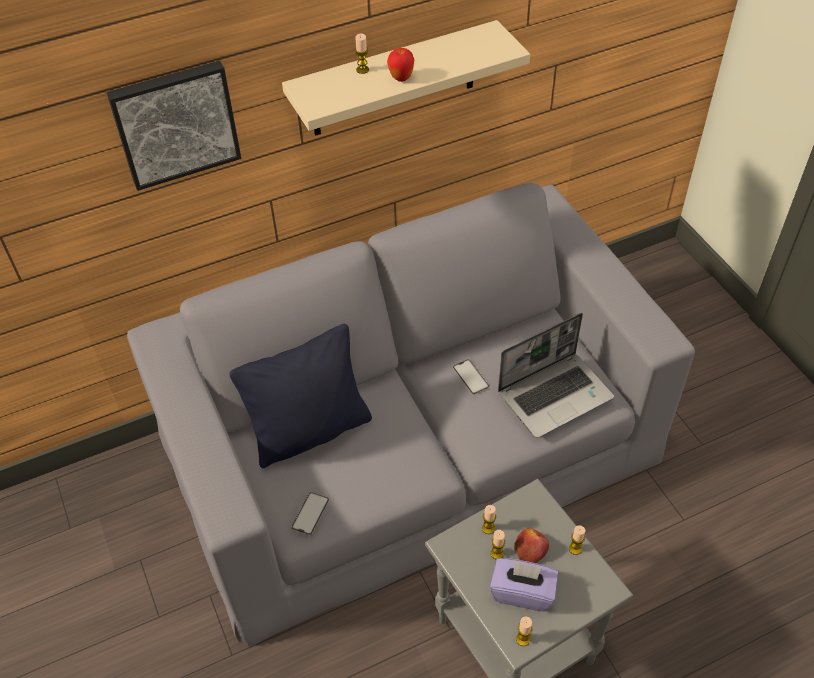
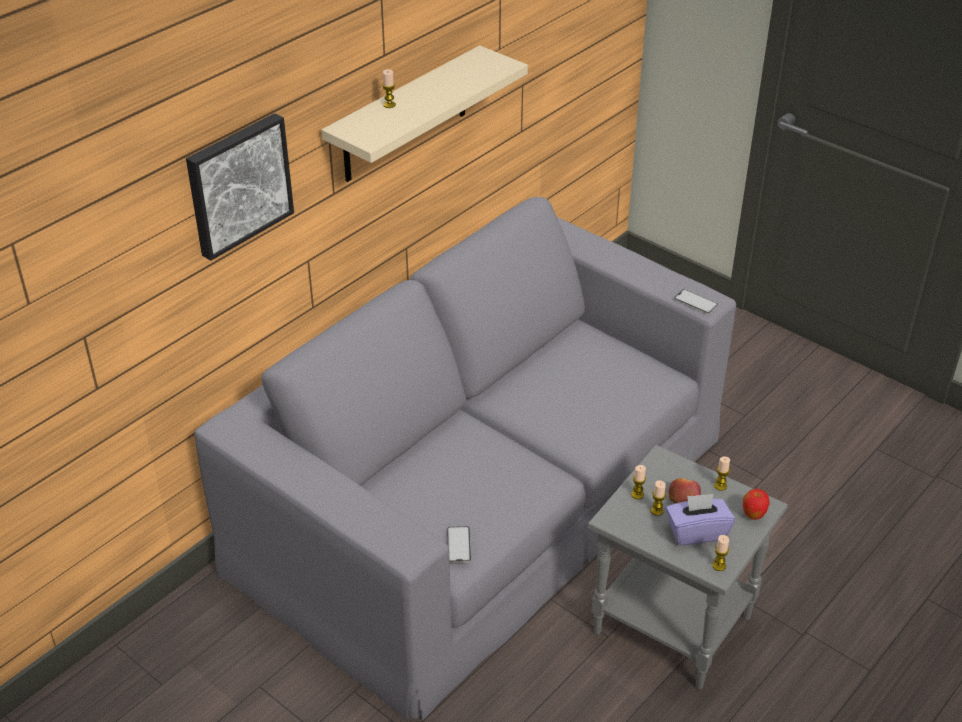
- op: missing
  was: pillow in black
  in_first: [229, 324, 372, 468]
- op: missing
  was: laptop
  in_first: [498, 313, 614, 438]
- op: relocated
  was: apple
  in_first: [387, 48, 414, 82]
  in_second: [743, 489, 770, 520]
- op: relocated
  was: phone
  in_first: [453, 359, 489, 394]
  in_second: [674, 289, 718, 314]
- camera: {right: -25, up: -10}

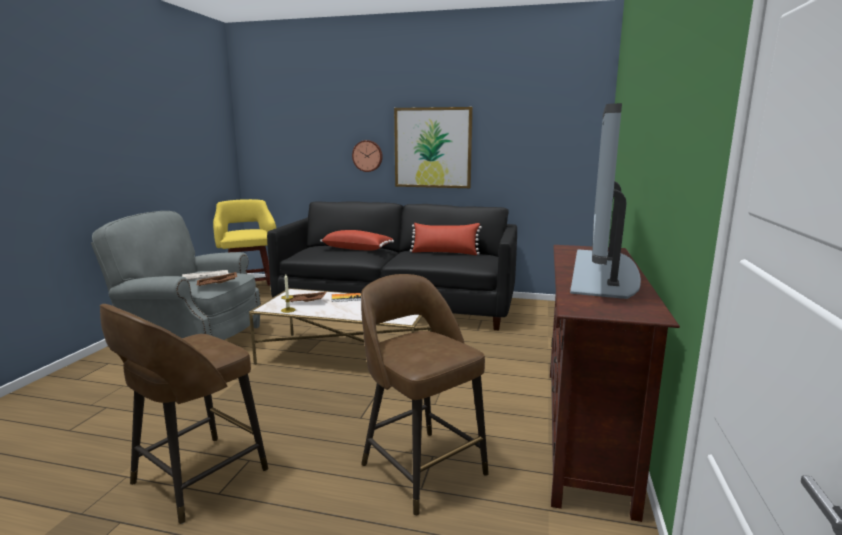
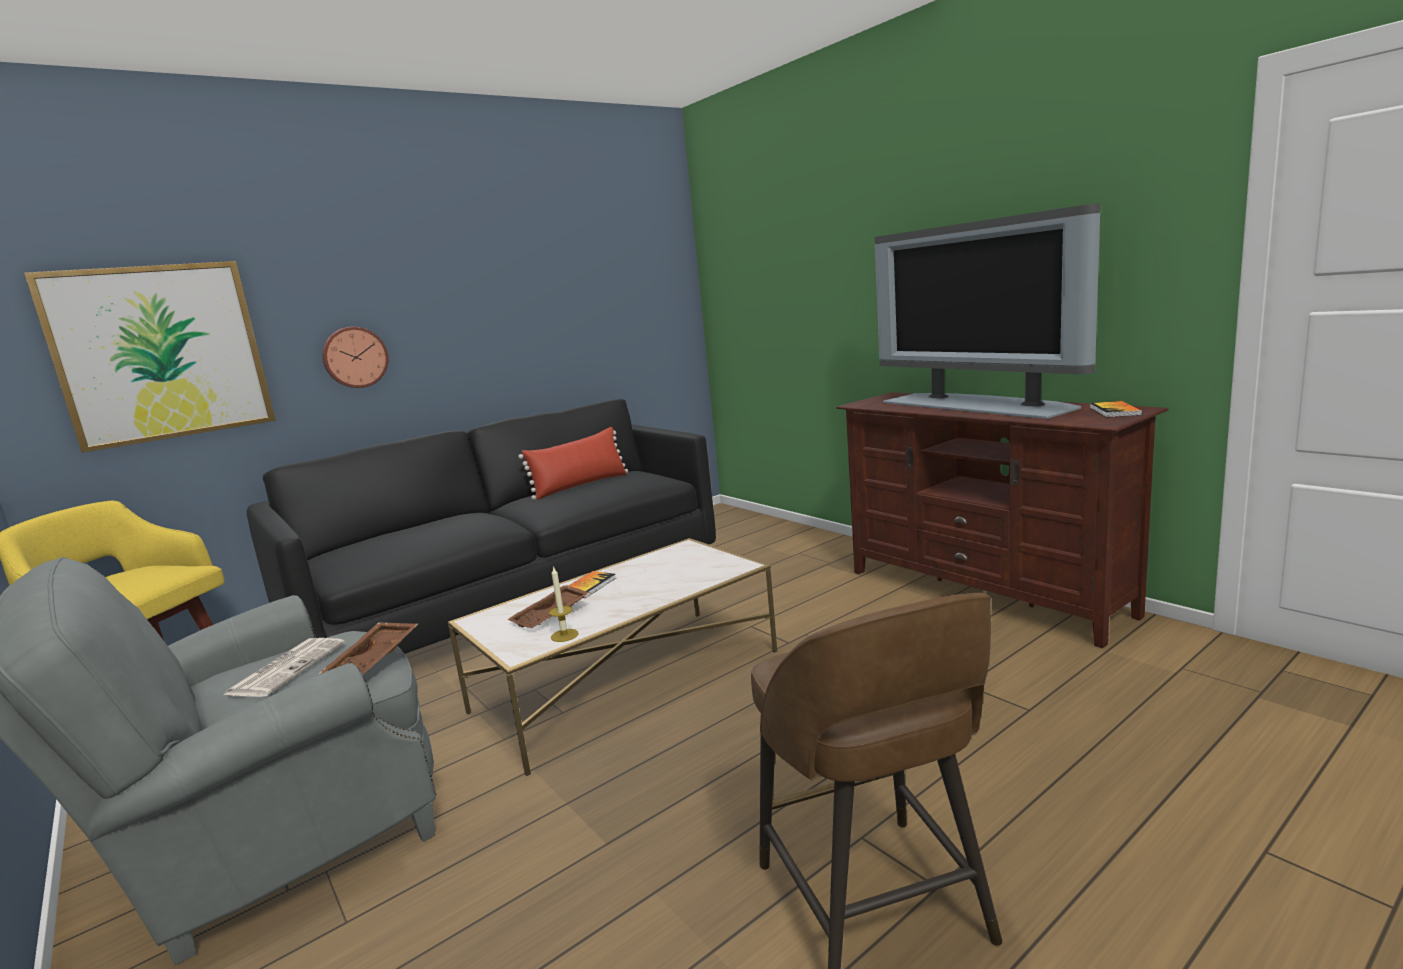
- op: missing
  was: pillow in red
  in_first: [320, 230, 394, 251]
- op: missing
  was: stool in brown
  in_first: [361, 274, 489, 516]
- op: appeared
  now: book
  in_second: [1090, 401, 1143, 417]
- op: relocated
  was: picture
  in_first: [394, 107, 473, 188]
  in_second: [24, 261, 276, 453]
- camera: {right: -50, up: 0}

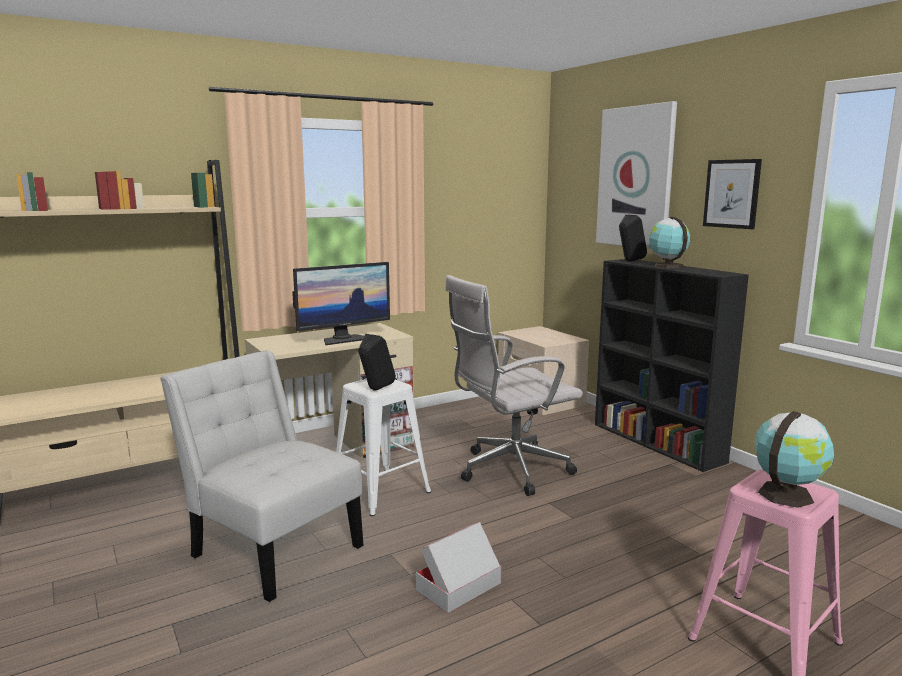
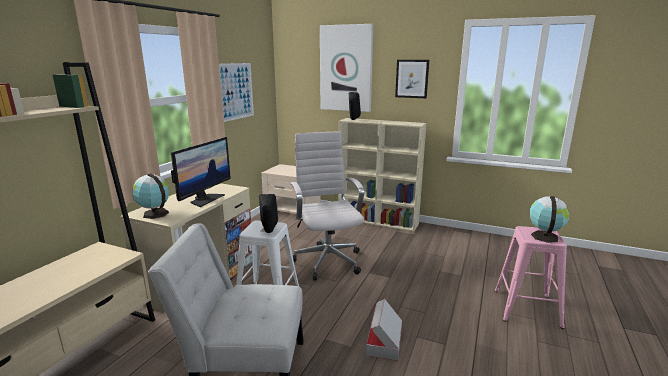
- op: appeared
  now: picture
  in_second: [219, 63, 254, 122]
- op: relocated
  was: globe
  in_first: [649, 217, 690, 268]
  in_second: [132, 173, 169, 219]
- op: colour
  was: bookcase in black
  now: bookcase in beige
  in_first: [595, 259, 749, 472]
  in_second: [338, 118, 426, 231]
- op: spun
  was: office chair in white
  in_first: [445, 275, 583, 496]
  in_second: [291, 131, 364, 281]
  clockwise: 135
- camera: {right: -35, up: 5}

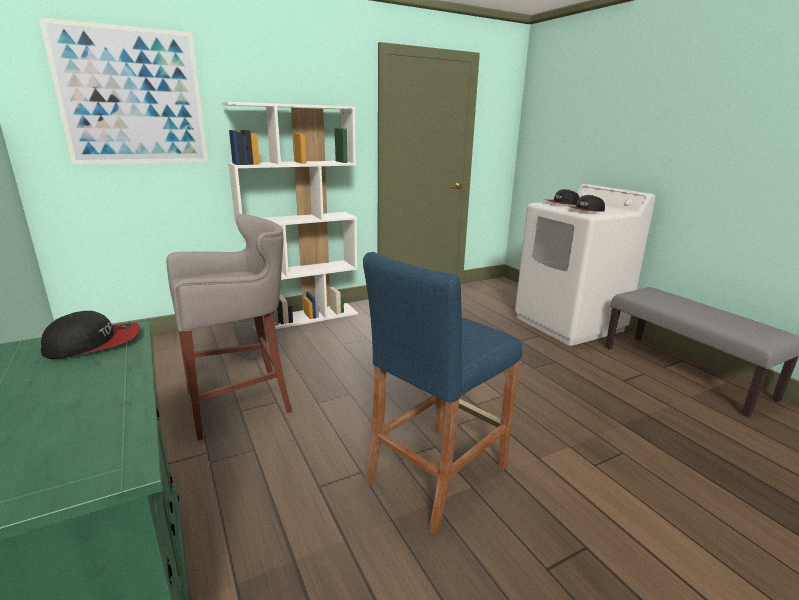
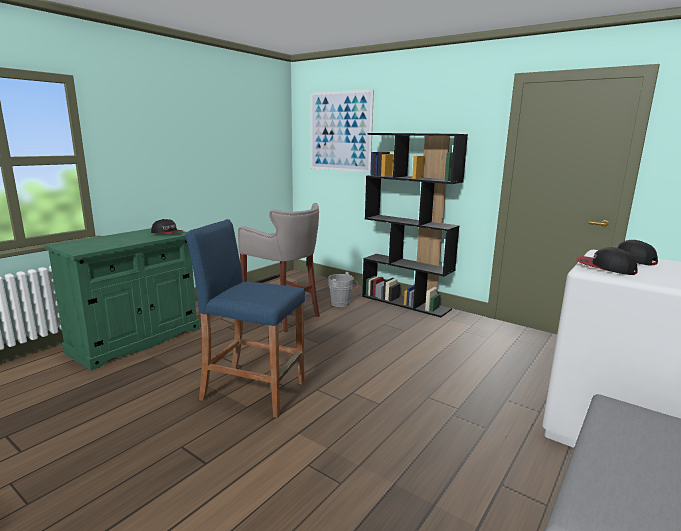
- op: colour
  was: bookcase in white
  now: bookcase in black
  in_first: [222, 102, 358, 329]
  in_second: [362, 133, 468, 317]
- camera: {right: 65, up: -5}

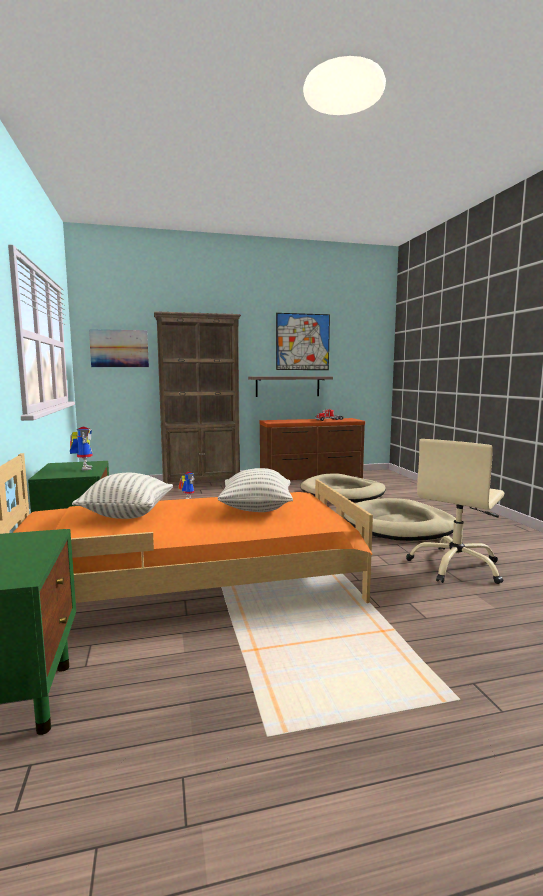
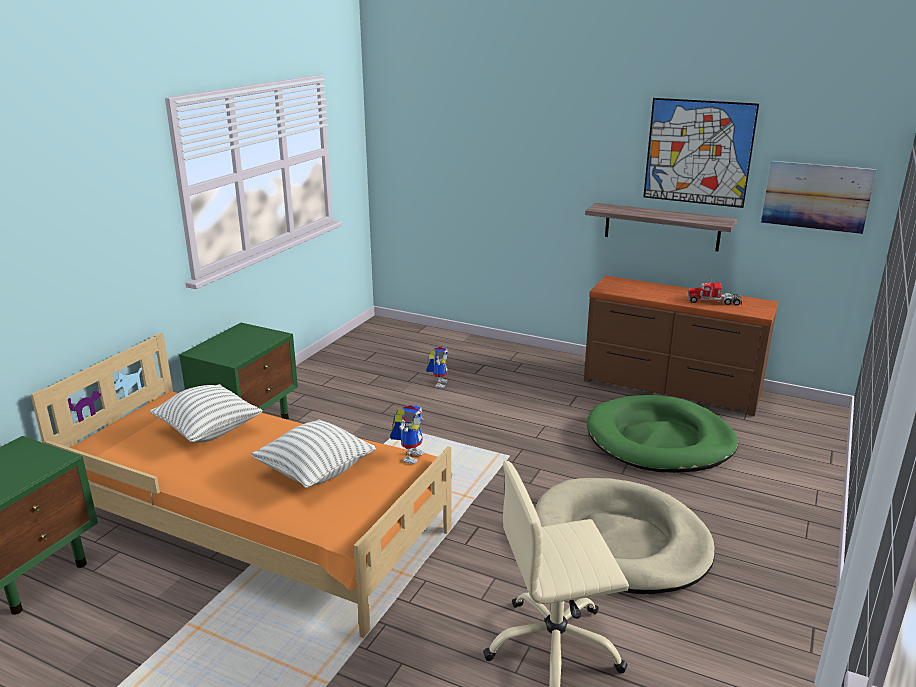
- op: missing
  was: bookcase in brown
  in_first: [154, 311, 241, 484]
- op: relocated
  was: toy robot
  in_first: [70, 426, 93, 470]
  in_second: [390, 405, 425, 464]
- op: relocated
  was: picture
  in_first: [89, 329, 149, 367]
  in_second: [761, 161, 877, 234]
- op: colour
  was: dog bed in beige
  now: dog bed in green
  in_first: [300, 473, 386, 502]
  in_second: [586, 395, 738, 473]
- camera: {right: 40, up: 15}

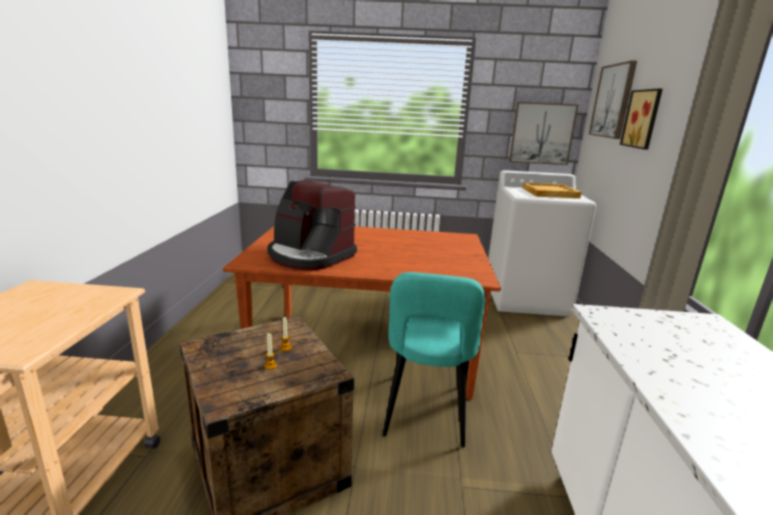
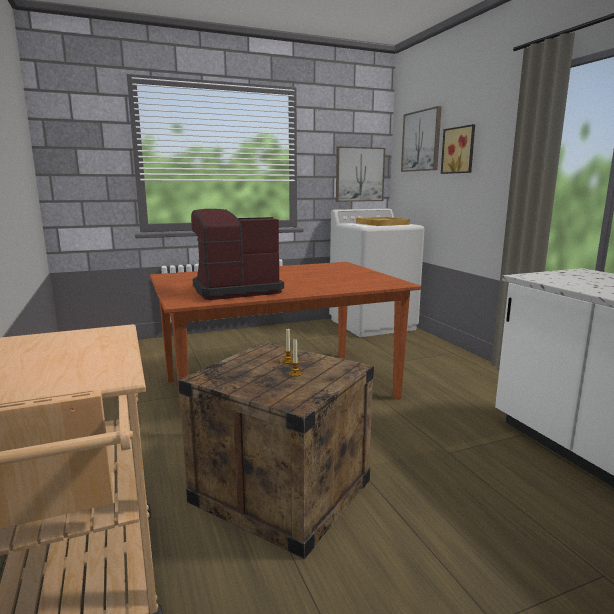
- op: missing
  was: chair in turquoise
  in_first: [383, 272, 485, 447]
- op: spun
  was: coffee machine
  in_first: [267, 180, 357, 270]
  in_second: [191, 209, 284, 300]
  clockwise: 150
- camera: {right: -25, up: -5}

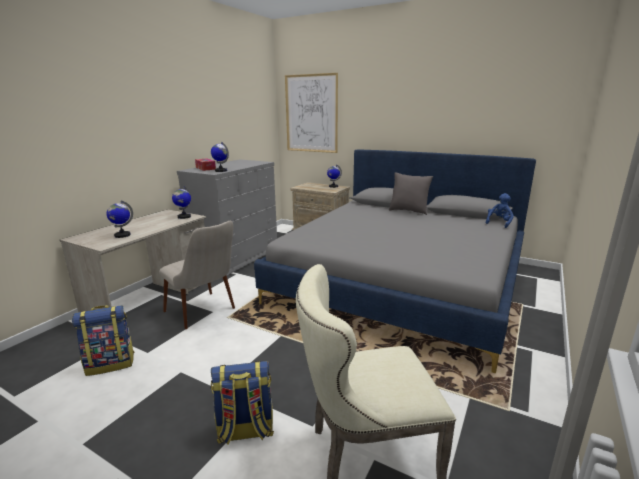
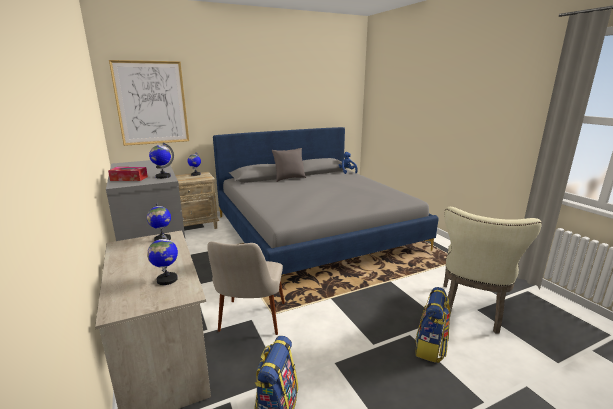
- op: spun
  was: chair in beige
  in_first: [159, 221, 235, 329]
  in_second: [207, 241, 285, 335]
  clockwise: 105
- camera: {right: -55, up: 0}

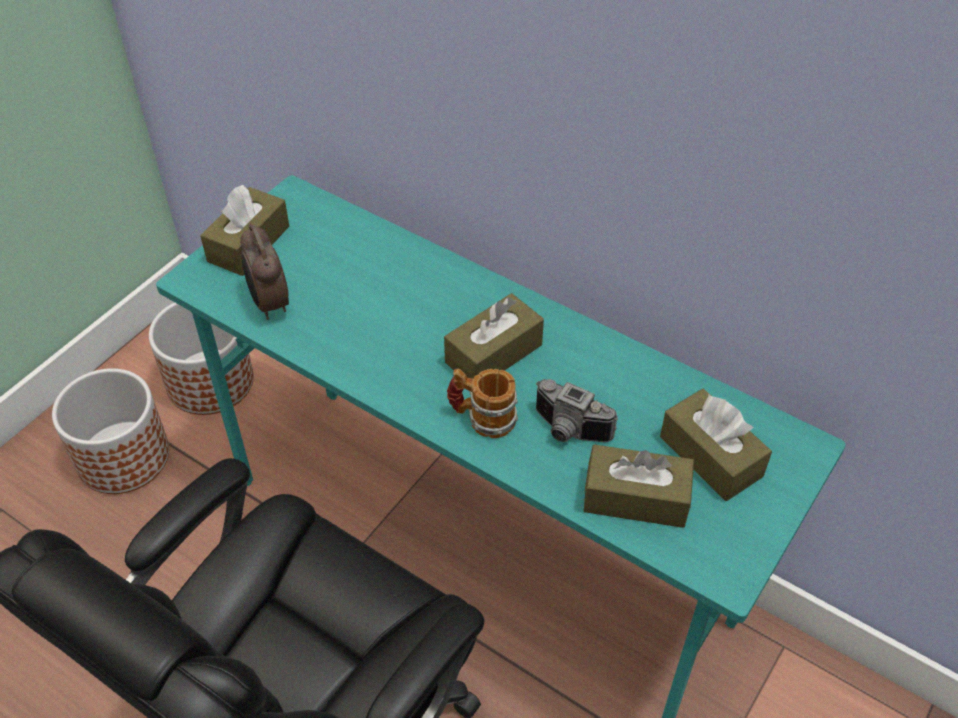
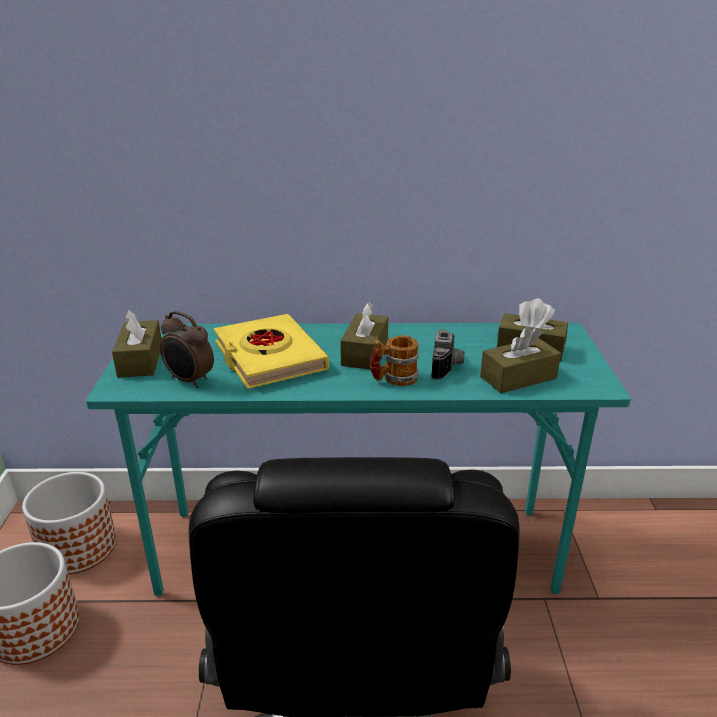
- op: appeared
  now: book in yellow
  in_second: [214, 314, 329, 389]
- op: spun
  was: photo camera
  in_first: [536, 379, 618, 442]
  in_second: [431, 329, 465, 380]
  clockwise: -75
- camera: {right: -35, up: -20}

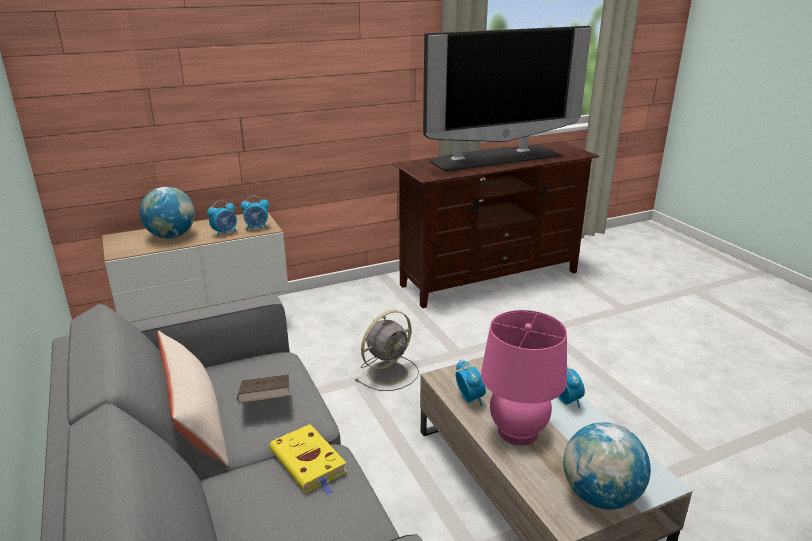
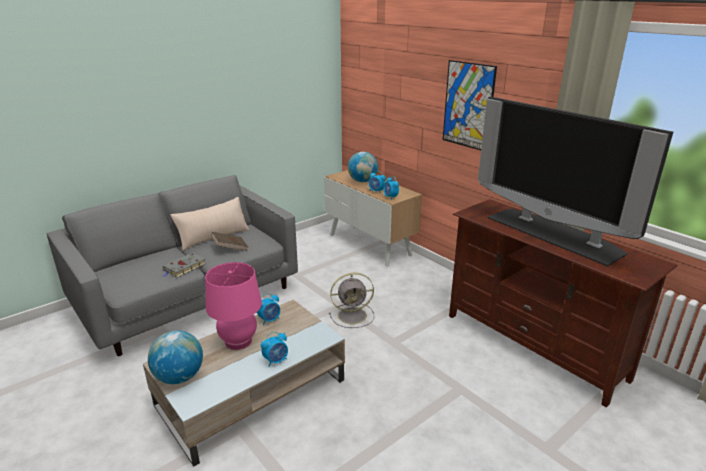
- op: appeared
  now: picture
  in_second: [443, 60, 497, 150]
- op: colour
  was: book in yellow
  now: book in grey
  in_first: [269, 424, 347, 495]
  in_second: [163, 253, 206, 277]
- op: spun
  was: fan in grey
  in_first: [355, 310, 419, 391]
  in_second: [329, 273, 374, 328]
  clockwise: -45
- camera: {right: 75, up: 0}

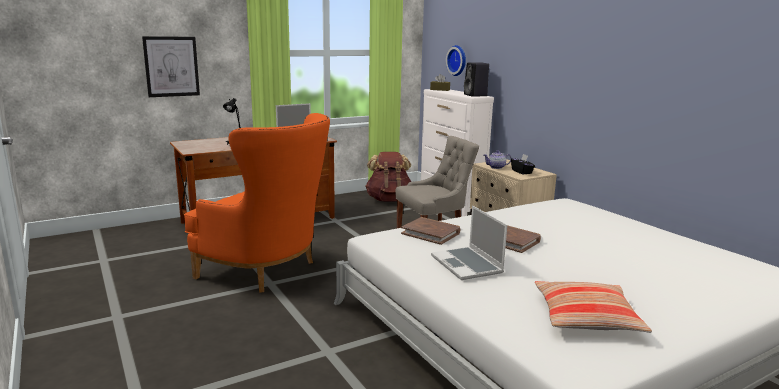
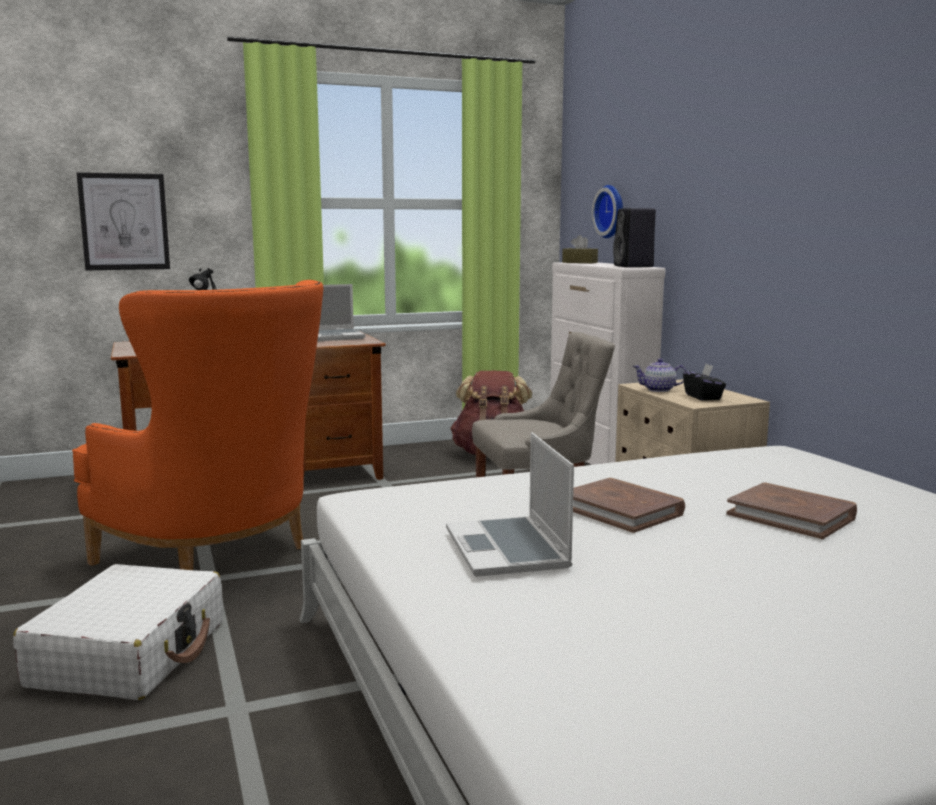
- op: missing
  was: pillow
  in_first: [535, 281, 652, 333]
- op: appeared
  now: suitcase in white
  in_second: [13, 564, 223, 700]
- op: relocated
  was: book in brown
  in_first: [401, 217, 460, 245]
  in_second: [726, 483, 857, 539]
- camera: {right: 10, up: -5}

